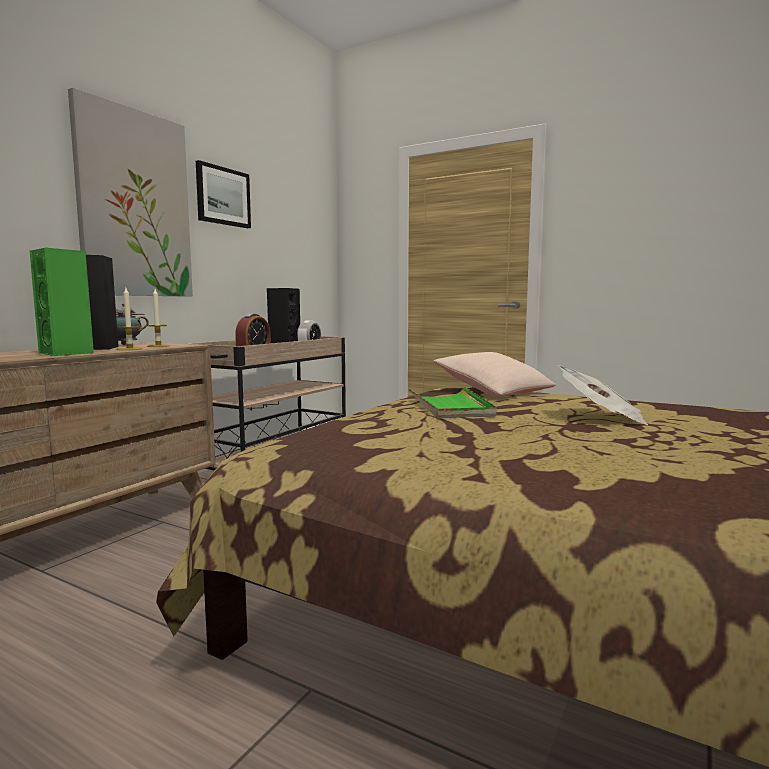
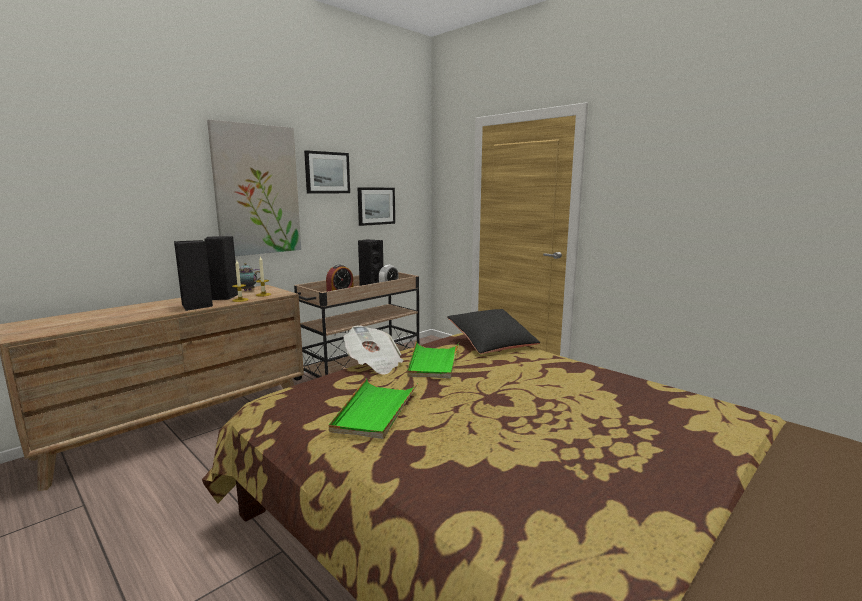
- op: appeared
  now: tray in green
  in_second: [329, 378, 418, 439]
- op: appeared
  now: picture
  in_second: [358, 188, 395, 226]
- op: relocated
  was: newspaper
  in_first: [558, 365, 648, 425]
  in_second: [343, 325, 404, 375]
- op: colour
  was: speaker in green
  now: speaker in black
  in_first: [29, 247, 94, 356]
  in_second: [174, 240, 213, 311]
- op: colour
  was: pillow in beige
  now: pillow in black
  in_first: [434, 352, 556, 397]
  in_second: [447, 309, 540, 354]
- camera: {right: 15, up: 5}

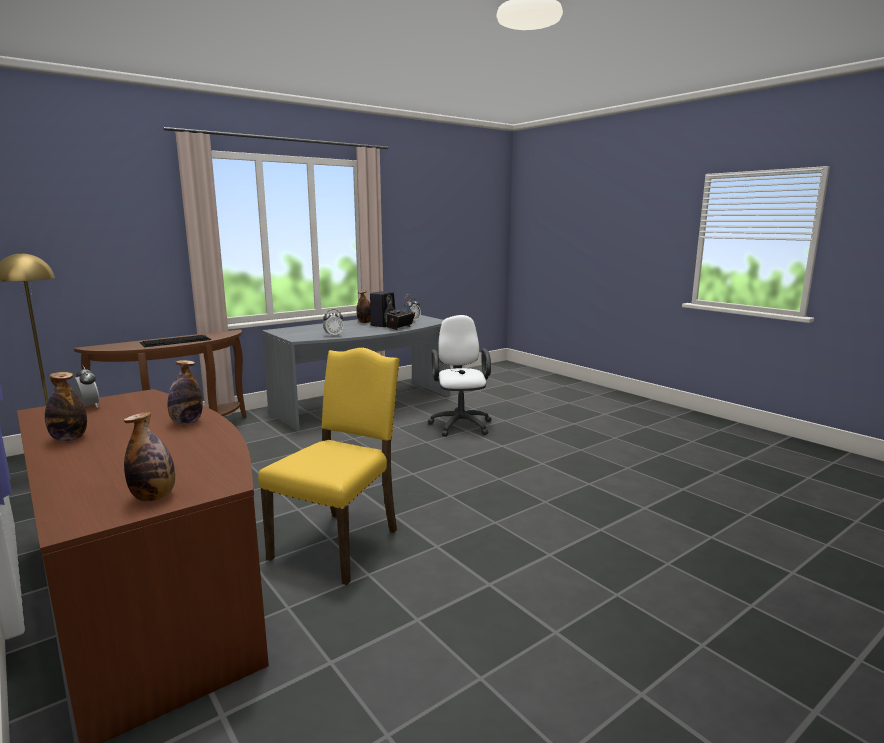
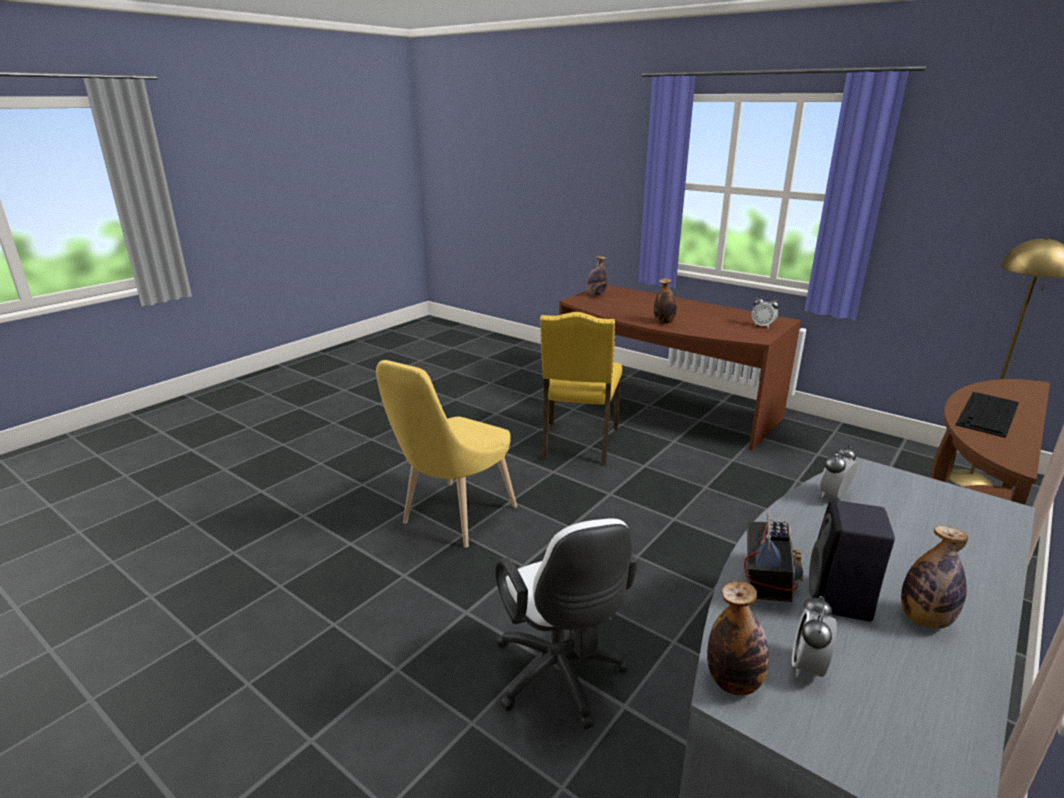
- op: appeared
  now: chair in yellow
  in_second: [376, 360, 517, 548]
- op: relocated
  was: bottle
  in_first: [45, 372, 87, 441]
  in_second: [707, 581, 769, 695]
- camera: {right: 165, up: 10}

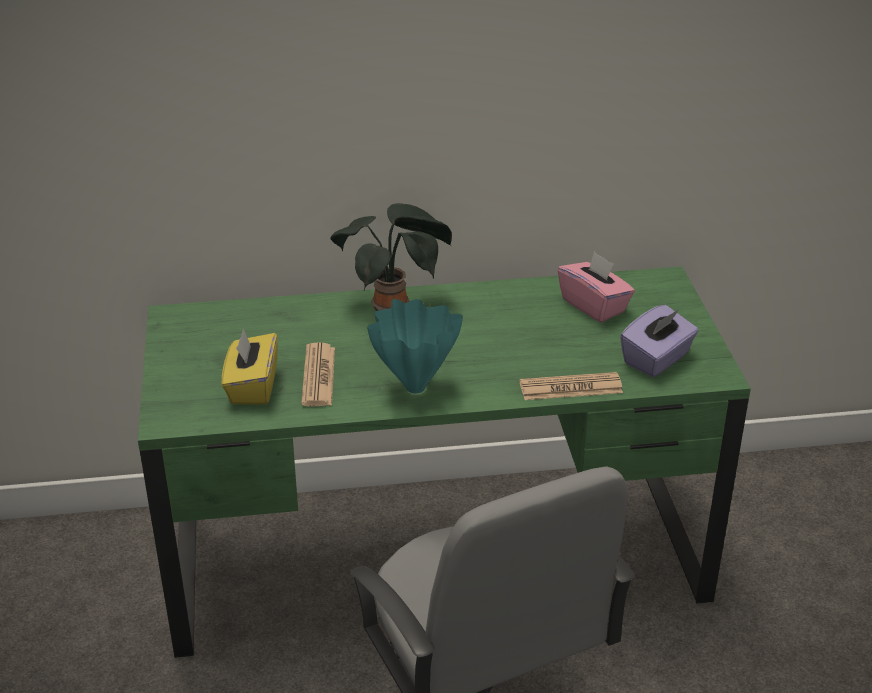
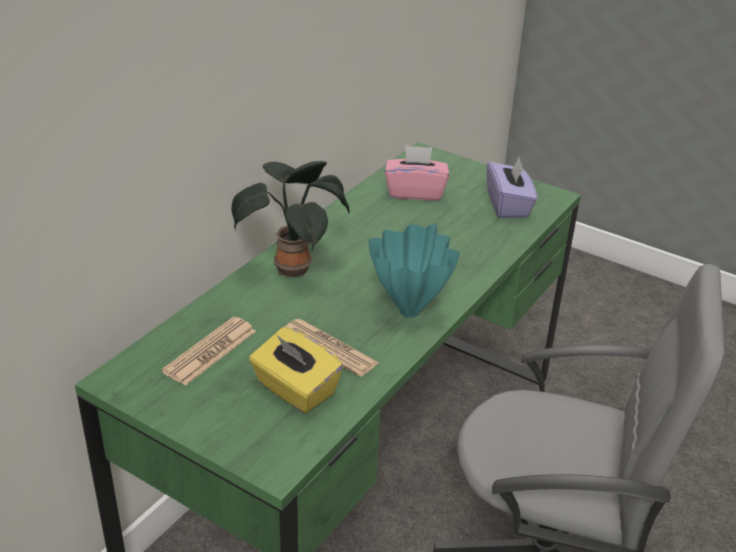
- op: relocated
  was: newspaper
  in_first: [519, 372, 623, 400]
  in_second: [161, 317, 256, 386]
- camera: {right: -50, up: 0}

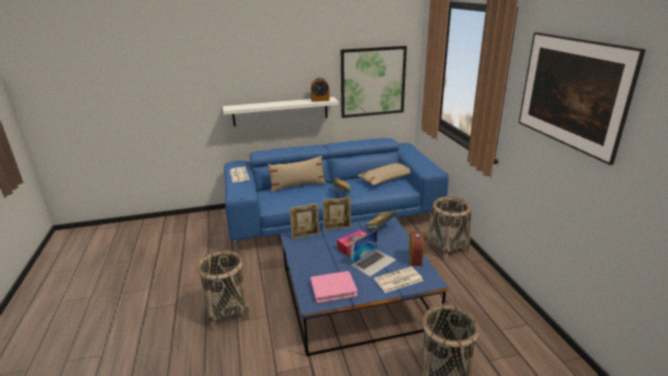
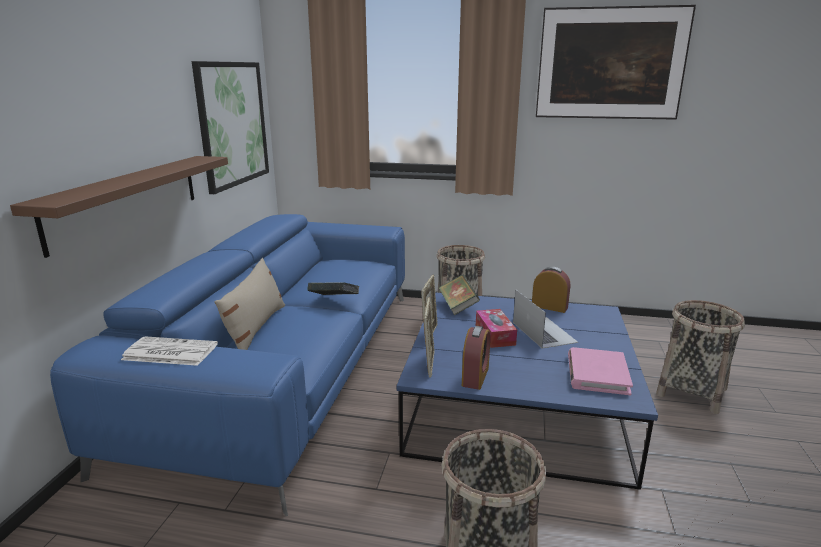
- op: missing
  was: pillow in beige
  in_first: [357, 163, 411, 186]
- op: missing
  was: newspaper
  in_first: [374, 266, 423, 293]
- op: relocated
  was: alarm clock
  in_first: [311, 78, 330, 102]
  in_second: [462, 326, 490, 390]
- op: colour
  was: shelf in white
  now: shelf in brown
  in_first: [223, 97, 339, 127]
  in_second: [10, 156, 228, 258]
- camera: {right: -65, up: -5}

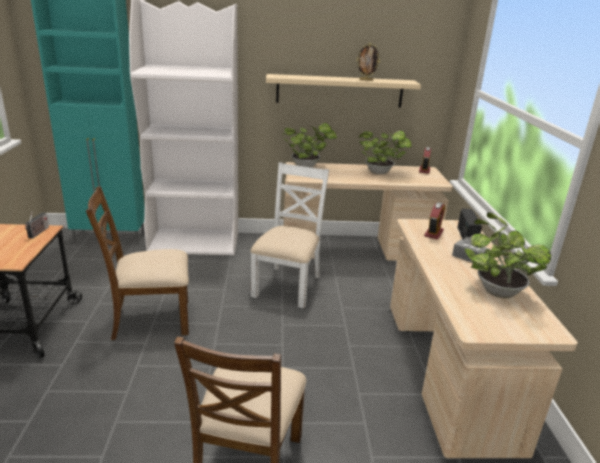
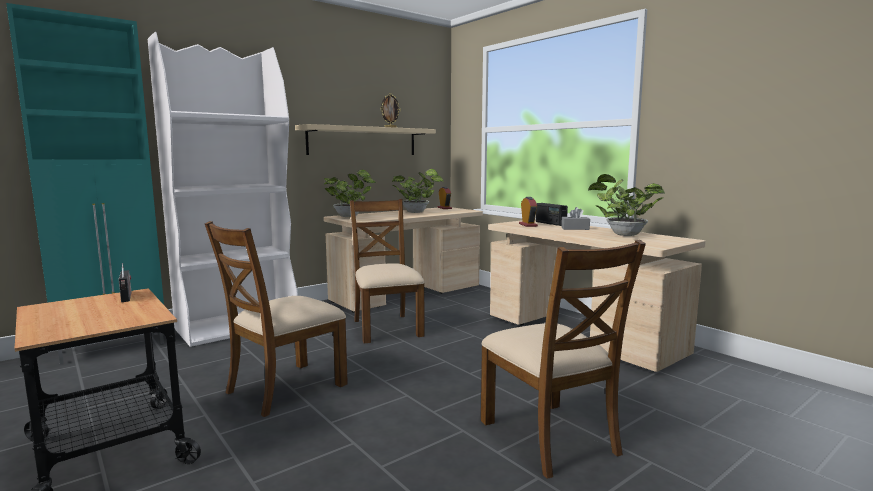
- op: colour
  was: chair in white
  now: chair in brown
  in_first: [250, 162, 329, 308]
  in_second: [350, 199, 425, 344]
- camera: {right: -35, up: -15}

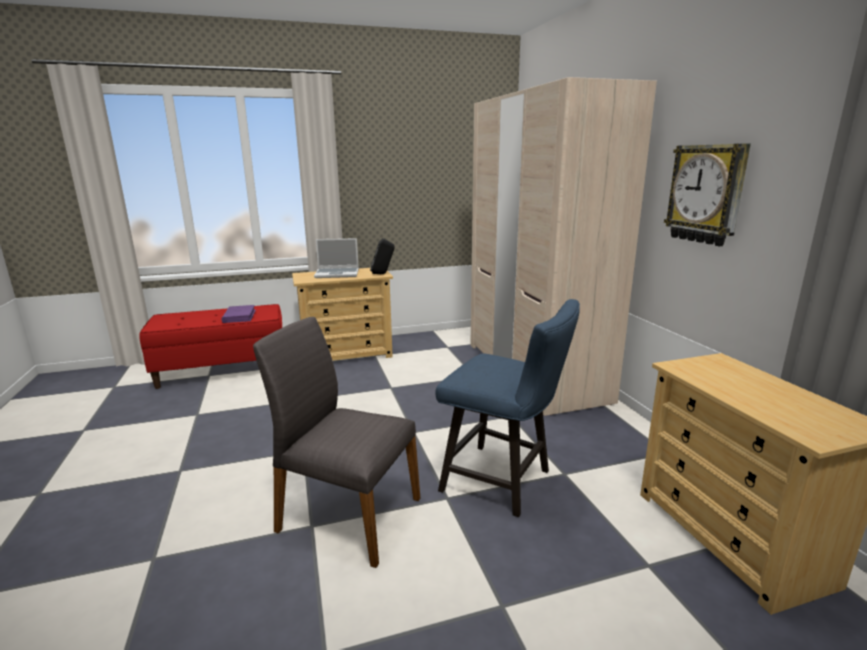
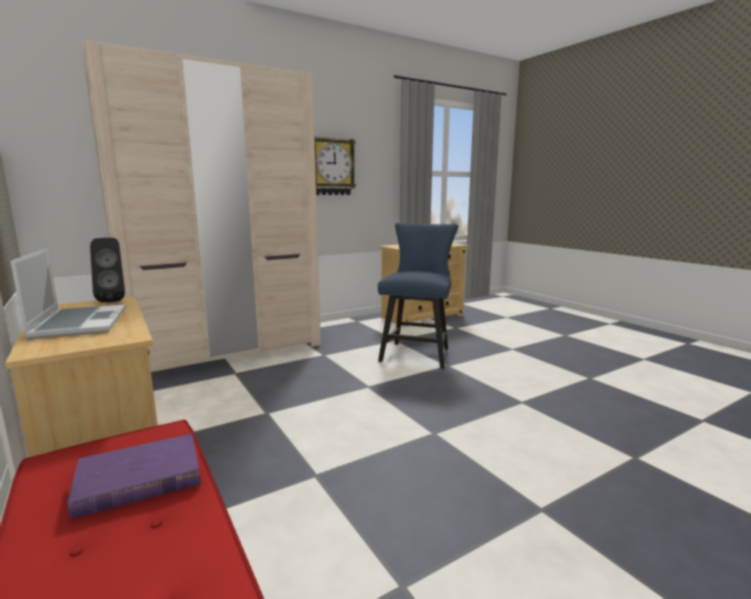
- op: missing
  was: chair in grey
  in_first: [253, 317, 420, 568]
- camera: {right: -105, up: -5}

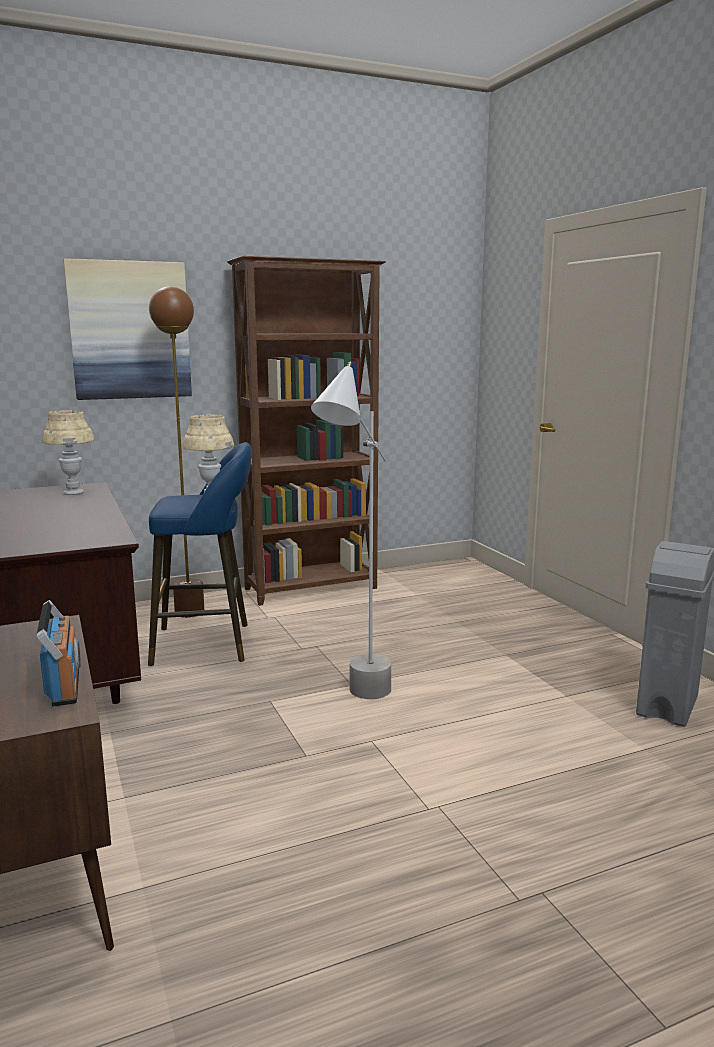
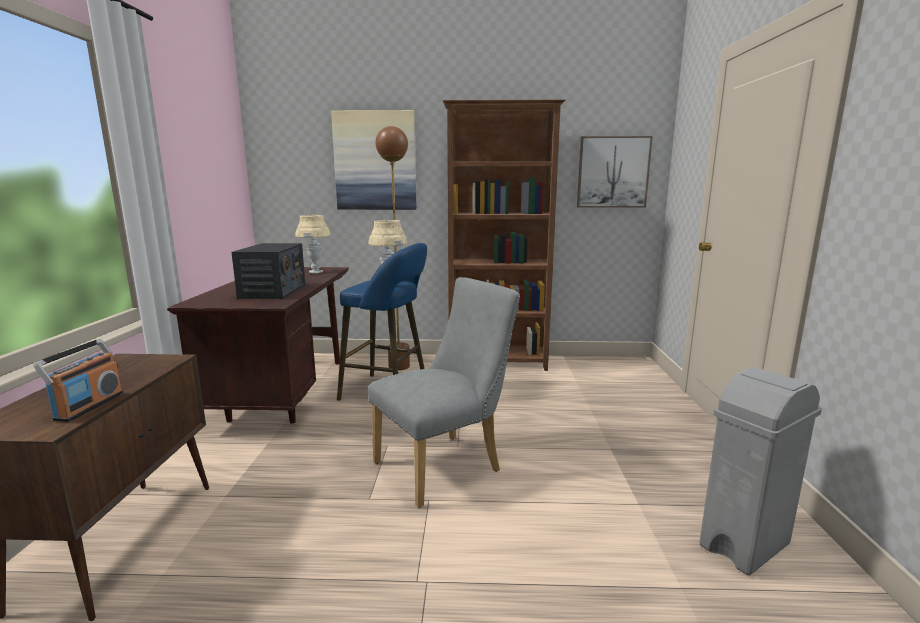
- op: appeared
  now: radio
  in_second: [231, 243, 305, 299]
- op: appeared
  now: picture
  in_second: [577, 136, 653, 208]
- op: exchanged
  was: floor lamp in grey
  now: chair in grey
  in_first: [311, 362, 391, 699]
  in_second: [368, 277, 520, 508]
- camera: {right: 25, up: 0}

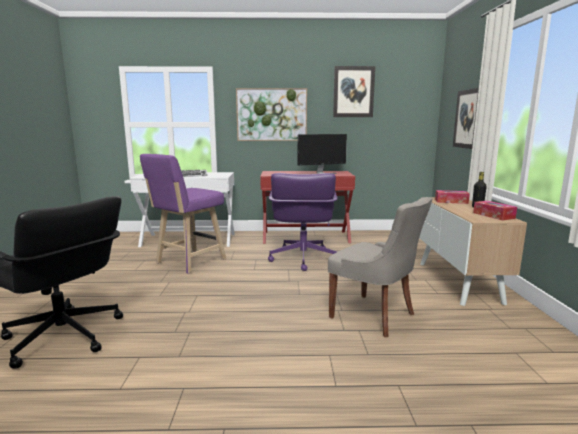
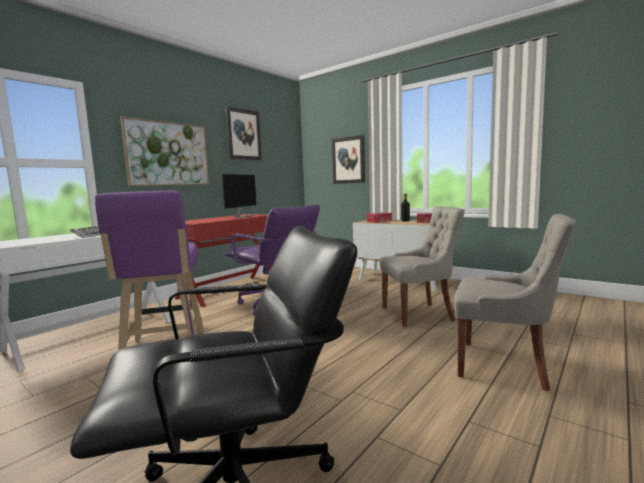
- op: appeared
  now: chair in grey
  in_second: [454, 214, 576, 391]
- camera: {right: -50, up: -5}

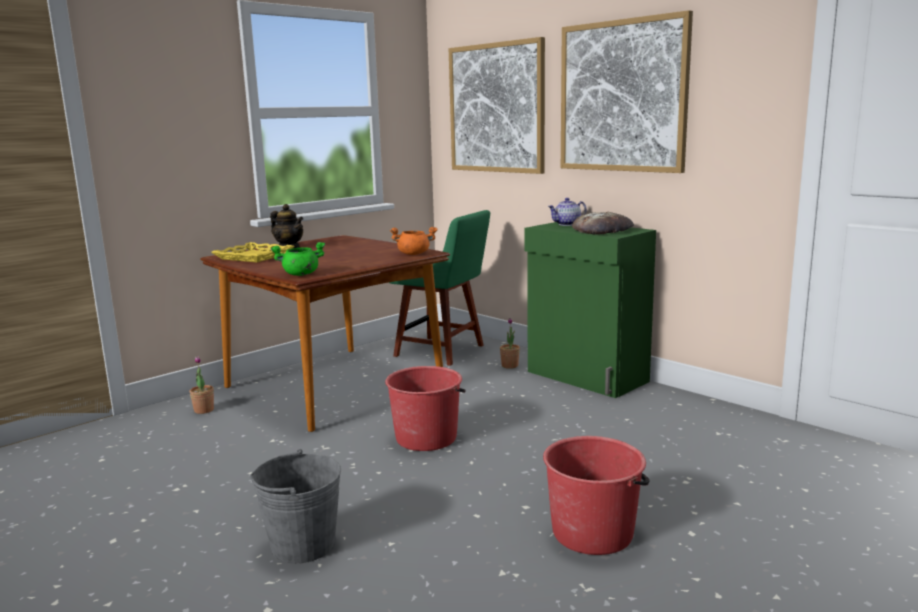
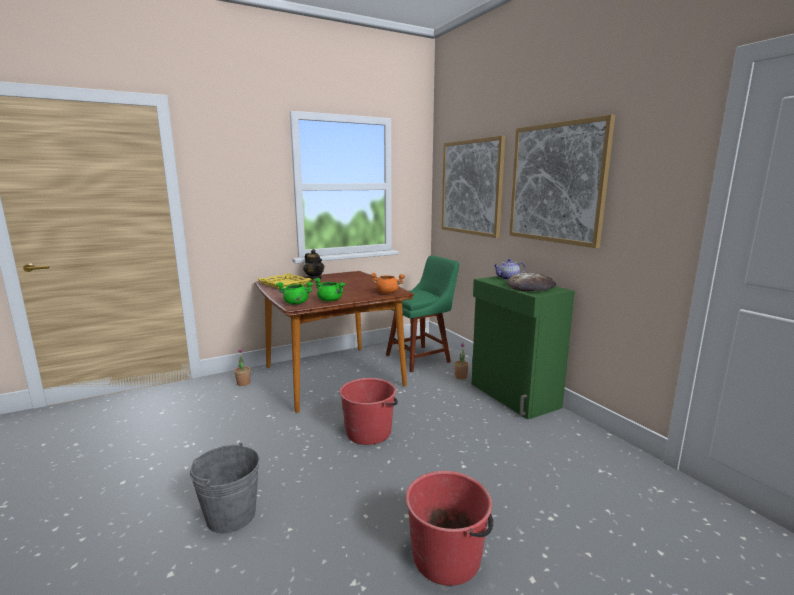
- op: appeared
  now: cooking pot in green
  in_second: [314, 278, 345, 301]
- op: spun
  was: chair in green
  in_first: [388, 210, 490, 366]
  in_second: [386, 255, 459, 372]
  clockwise: -75
- camera: {right: 15, up: 0}

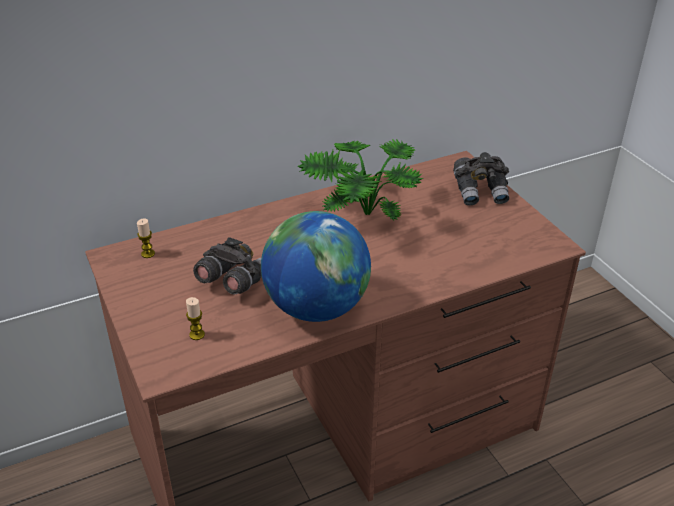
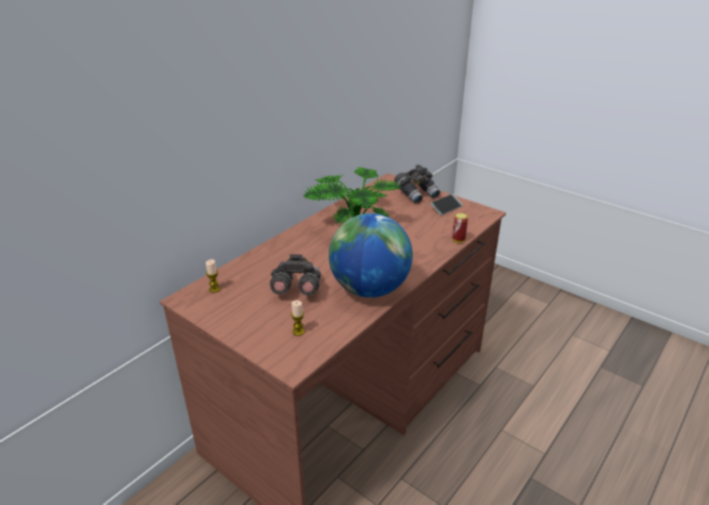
- op: appeared
  now: phone
  in_second: [430, 194, 463, 215]
- op: appeared
  now: can
  in_second: [452, 213, 468, 243]
- camera: {right: -25, up: -5}

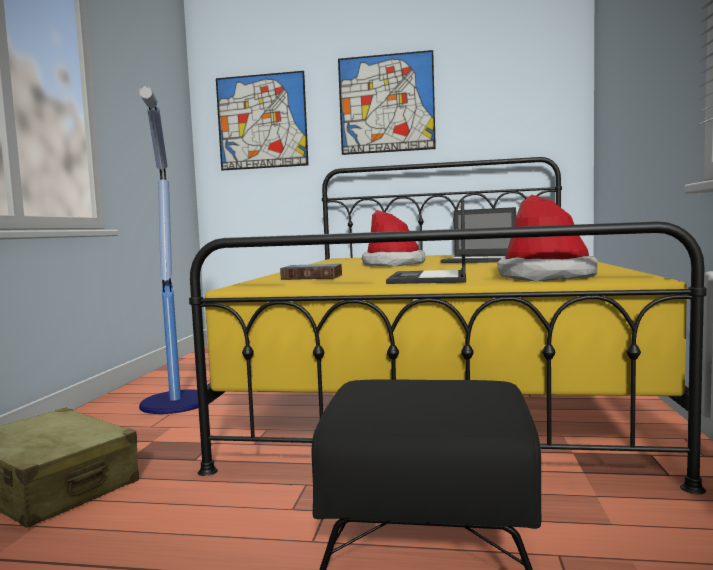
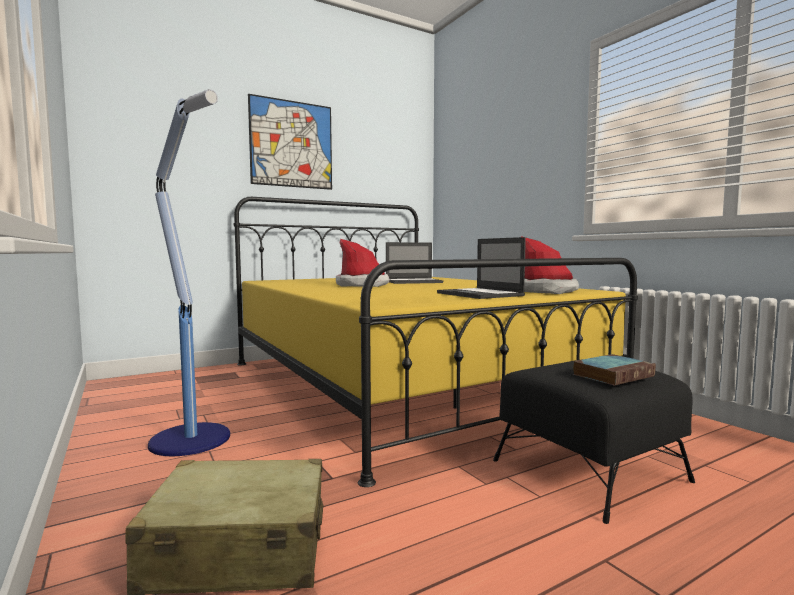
- op: missing
  was: picture
  in_first: [216, 71, 309, 170]
- op: relocated
  was: book
  in_first: [280, 264, 342, 280]
  in_second: [573, 354, 656, 386]
- camera: {right: -40, up: 0}

